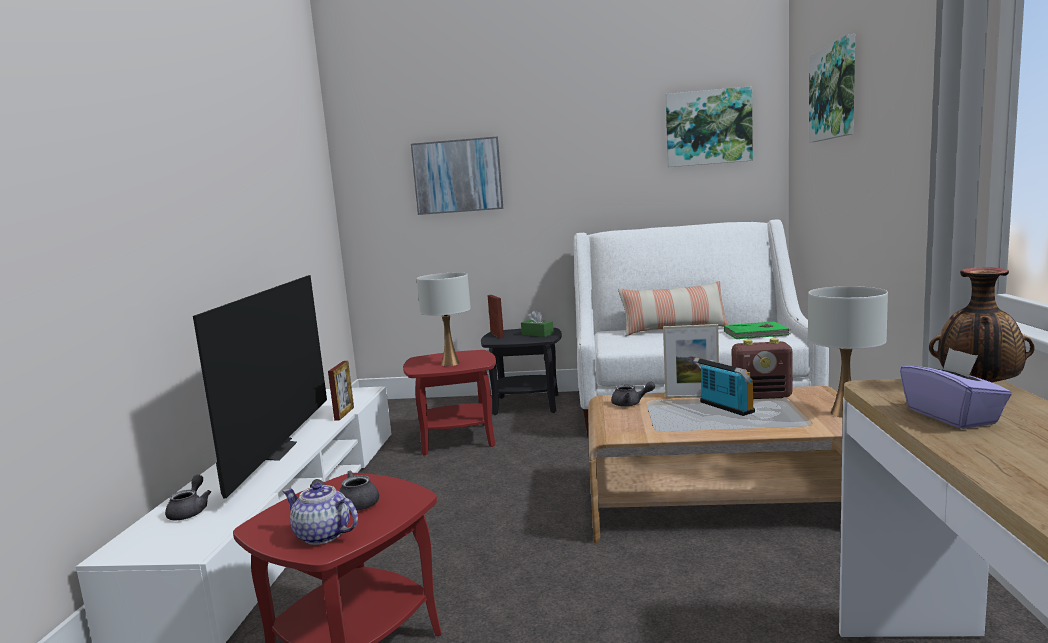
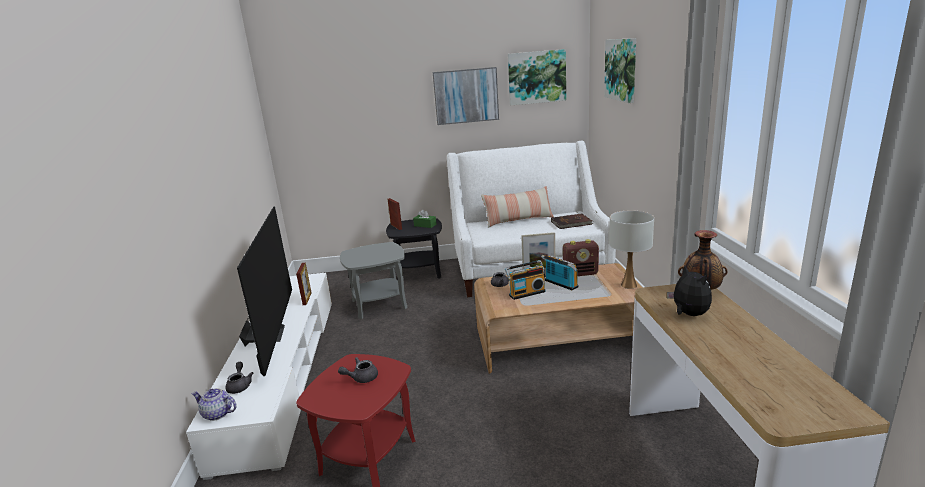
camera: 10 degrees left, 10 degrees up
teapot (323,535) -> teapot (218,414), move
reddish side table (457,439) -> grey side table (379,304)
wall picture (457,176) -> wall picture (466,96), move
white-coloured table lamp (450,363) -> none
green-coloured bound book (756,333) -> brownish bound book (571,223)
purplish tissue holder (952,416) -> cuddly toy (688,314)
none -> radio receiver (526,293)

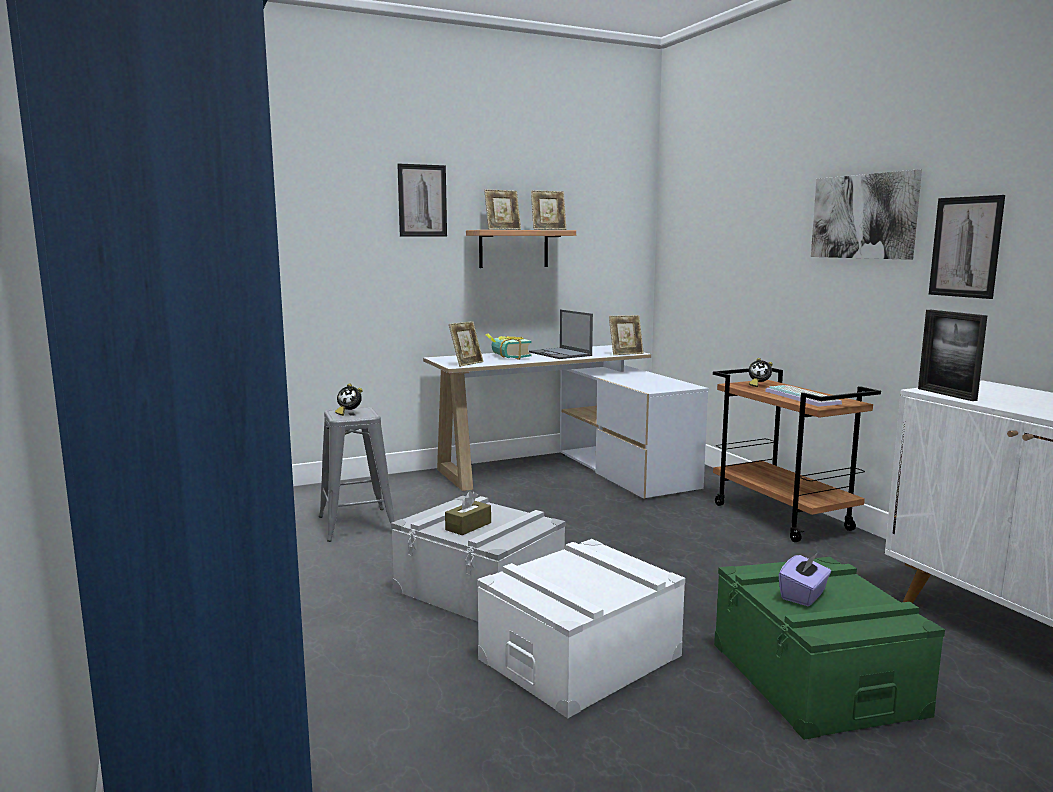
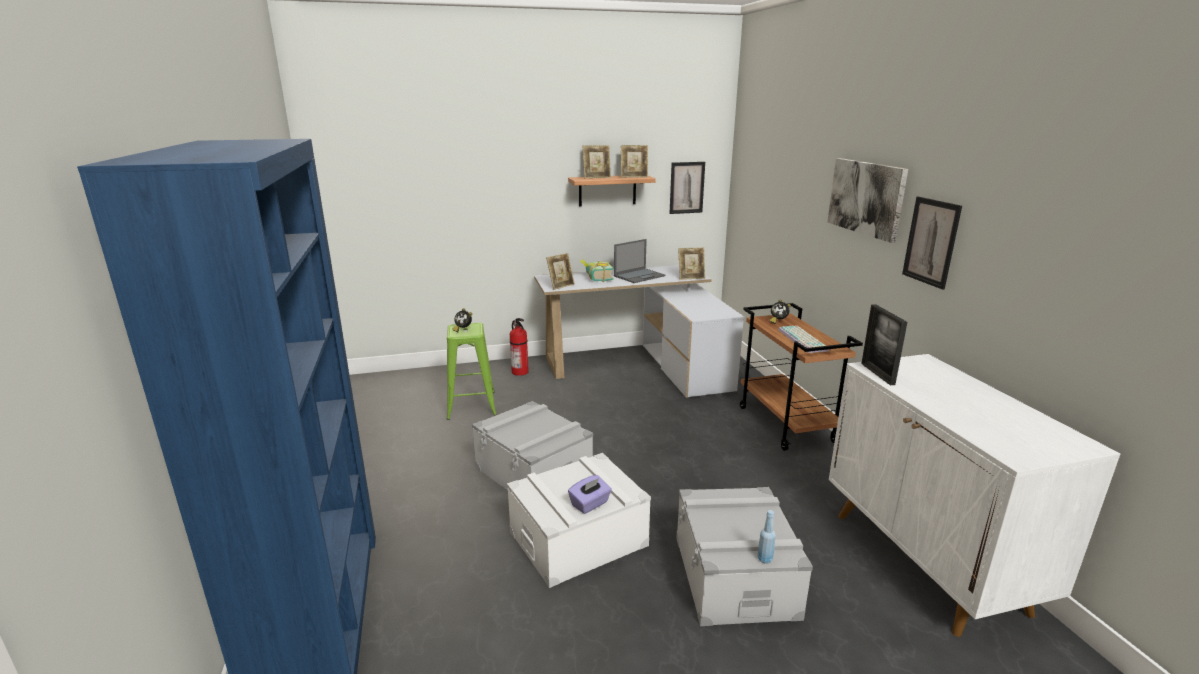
camera: 10 degrees right, 10 degrees up
grey sitting stool (357,524) -> green-coloured sitting stool (471,405)
wall picture (422,200) -> wall picture (686,187), move
brownish tissue holder (468,526) -> none
portable computer (561,354) -> portable computer (639,276), 105 degrees counterclockwise
green-coloured storage bin (815,678) -> grey storage bin (735,576)
purplish tissue holder (803,595) -> purplish tissue holder (590,504), move
none -> fire-fighting cylinder (520,372)
none -> blue-coloured drink bottle (765,559)

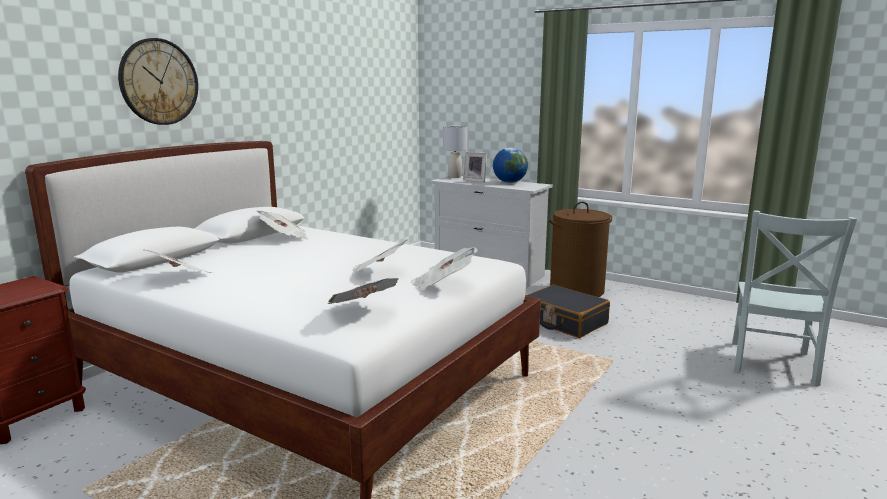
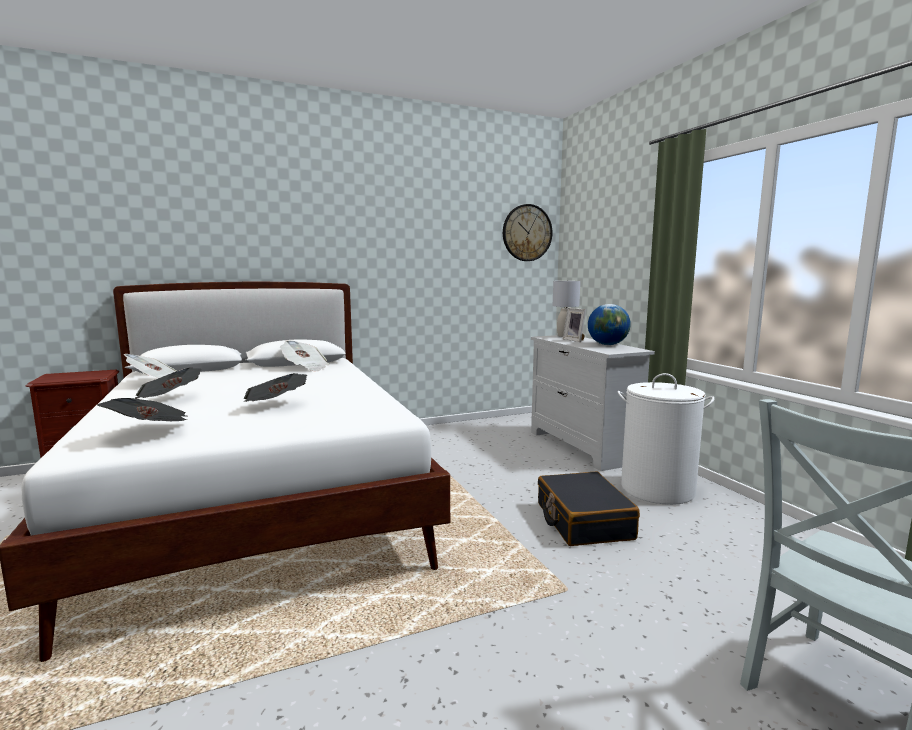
camera: 35 degrees right, 5 degrees down
hanging clock (159,82) -> hanging clock (527,233), move
daily paper (442,285) -> daily paper (170,400), move
brownish hamper (576,290) -> white-coloured hamper (657,489)

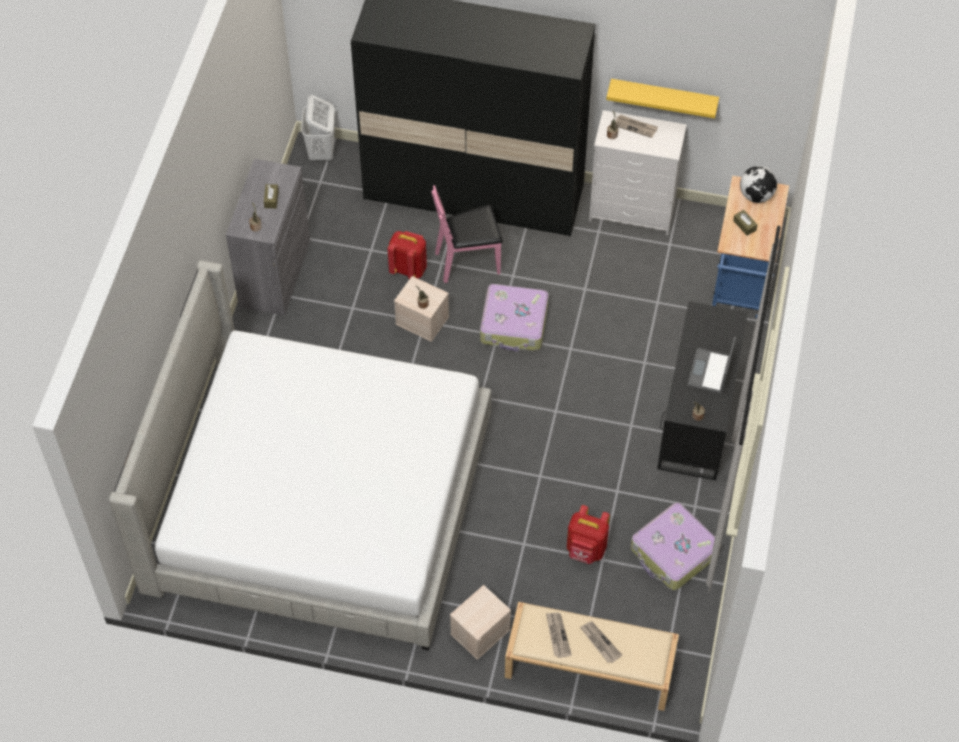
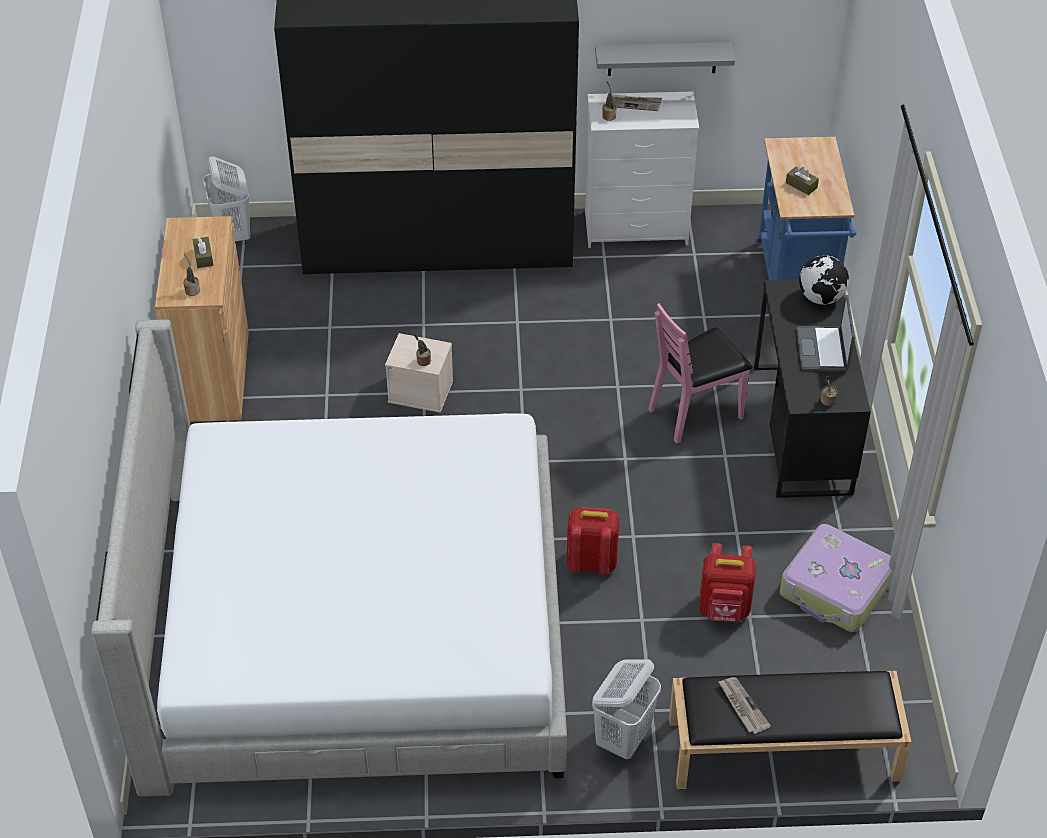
camera: 15 degrees left, 10 degrees down
grey storage cabinet (275,273) -> brownish storage cabinet (214,375)
reddish backpack (408,269) -> reddish backpack (591,562), move
pink-coloured plain chair (468,262) -> pink-coloured plain chair (695,412), move
beige storage bin (480,631) -> white-coloured hamper (623,738)
travel case (514,324) -> none
beige long seat (588,667) -> black-coloured long seat (781,750)
daily paper (600,642) -> none
yellow-coloured shelf (663,97) -> grey shelf (662,58)
desk globe (756,196) -> desk globe (821,298), move

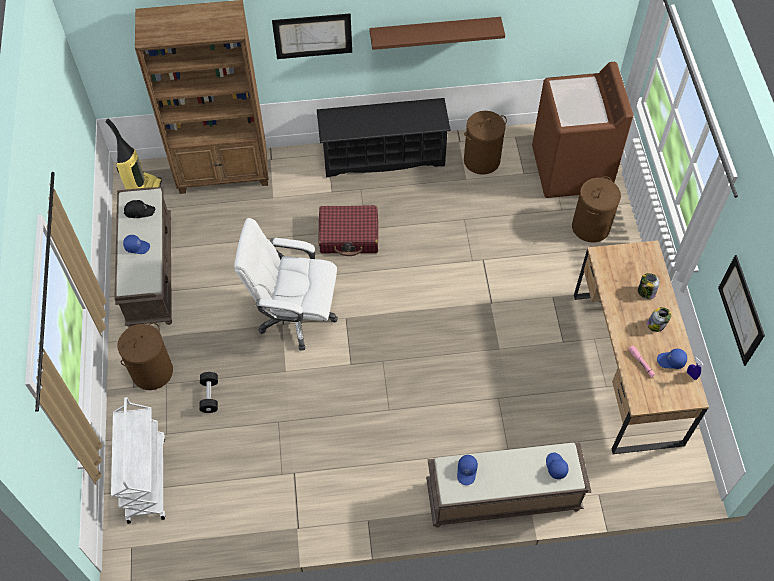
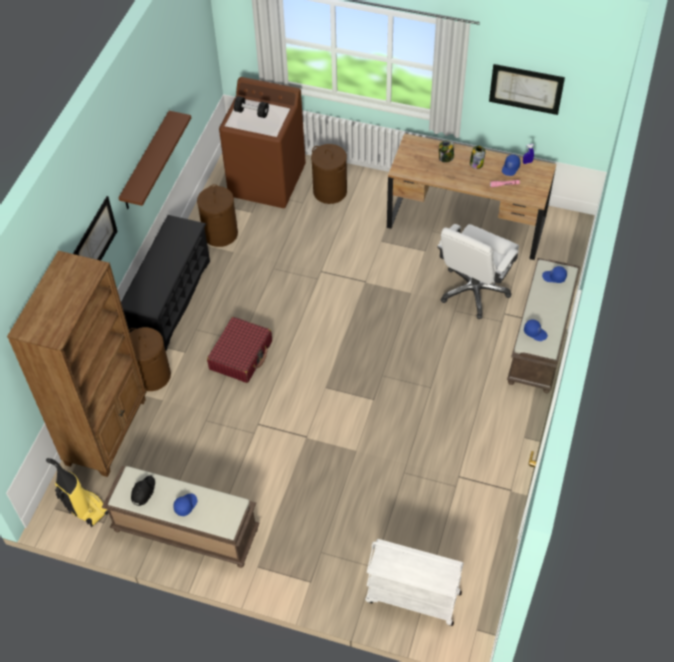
camera: 65 degrees left, 5 degrees down
brownish hamper (152,371) -> brownish hamper (151,375), move
black-coloured free weight (210,396) -> black-coloured free weight (251,112), move
white-coloured office chair (295,316) -> white-coloured office chair (474,291), move

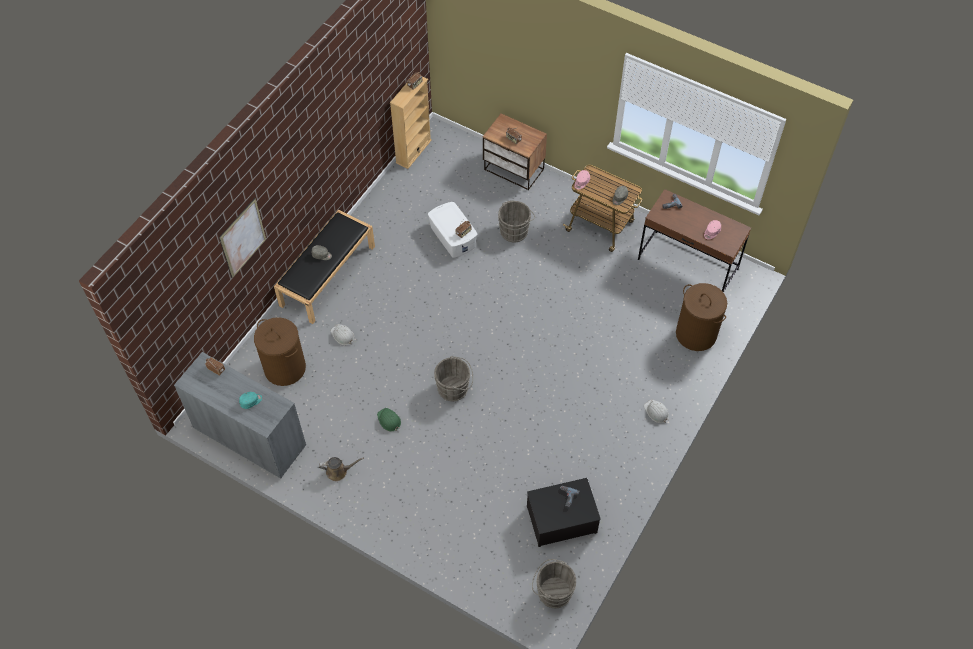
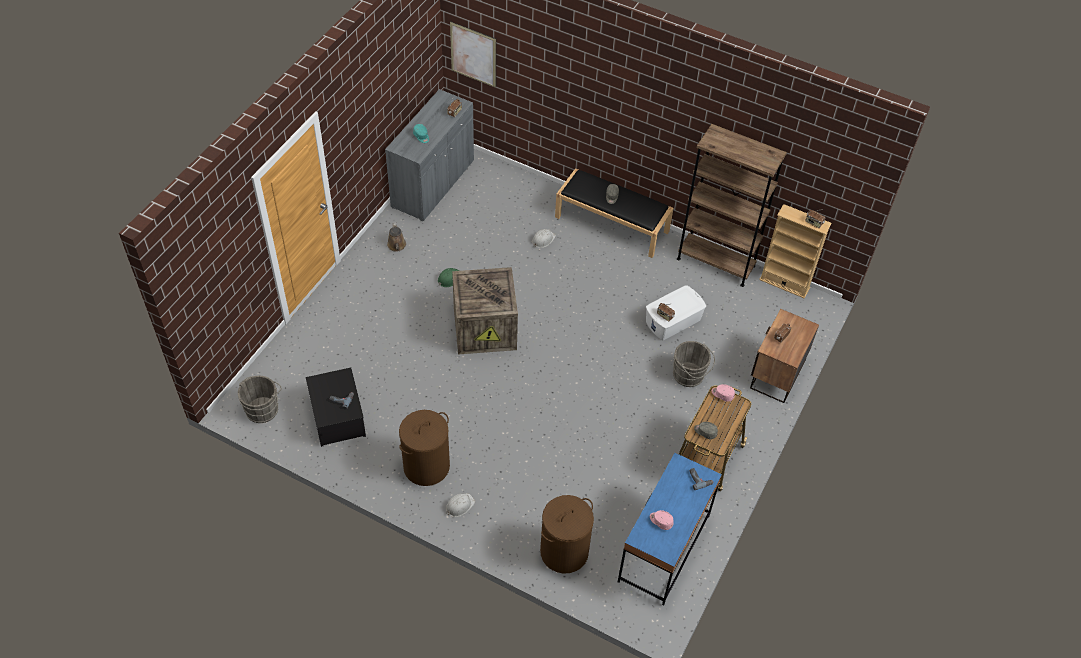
camera: 85 degrees right, 5 degrees down
wall picture (243,238) -> wall picture (473,54), move
brownish hamper (285,368) -> brownish hamper (426,466), move
grey water bucket (455,388) -> shipping crate (485,328)
brownish desk (688,264) -> blue-coloured desk (664,548)
none -> brownish shelving unit (715,262)

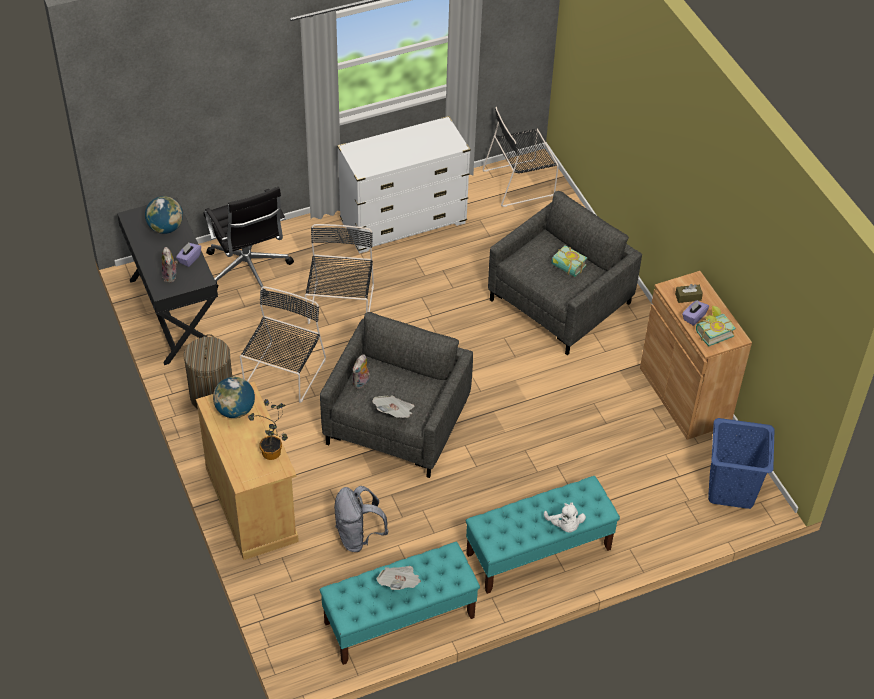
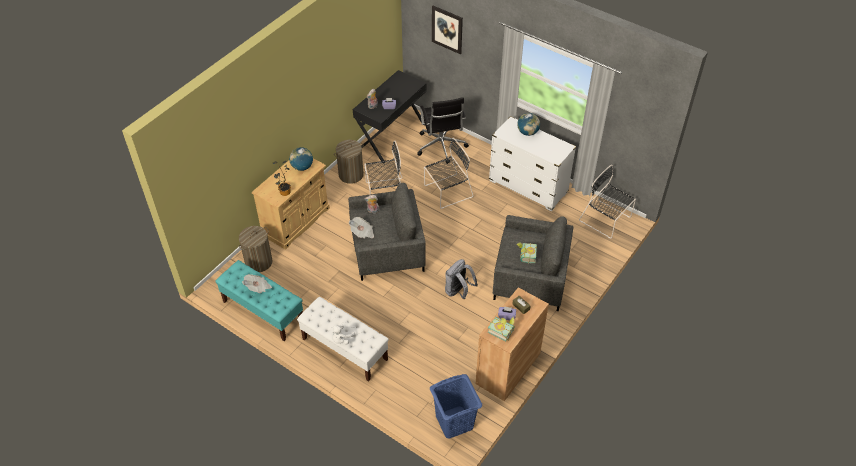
camera: 60 degrees right, 0 degrees up
desk globe (165,228) -> desk globe (527,132), move
black-coloured office chair (248,270) -> black-coloured office chair (441,147), 45 degrees counterclockwise
grey backpack (358,536) -> grey backpack (458,291), move
blue-green long seat (538,552) -> white-coloured long seat (344,349)
none -> hamper (258,262)
none -> wall picture (447,29)

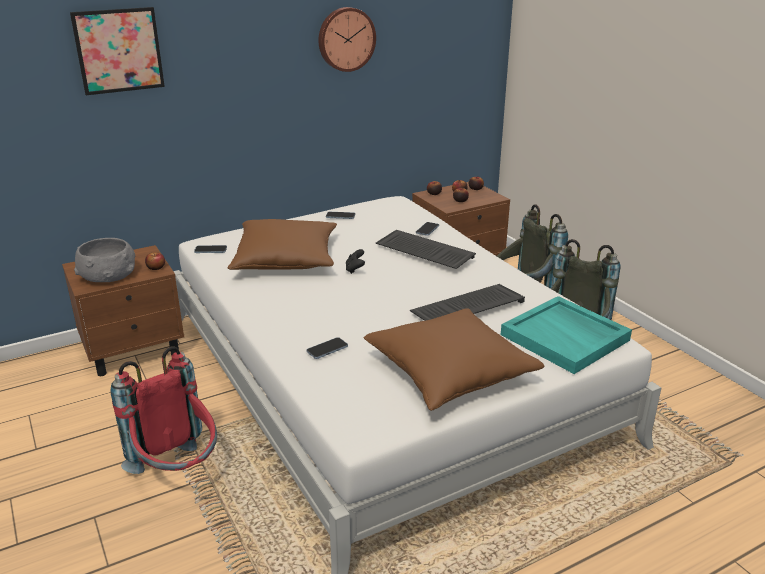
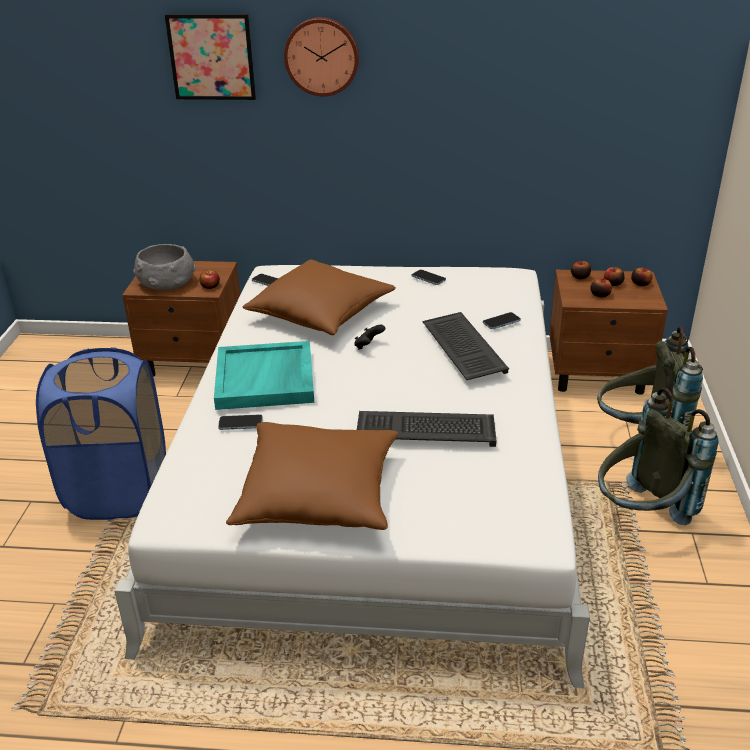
camera: 35 degrees right, 5 degrees up
reddish backpack (178,473) -> blue-coloured hamper (119,492)
hanging clock (346,39) -> hanging clock (322,56), move
blue-green carrying tray (566,337) -> blue-green carrying tray (266,379), move

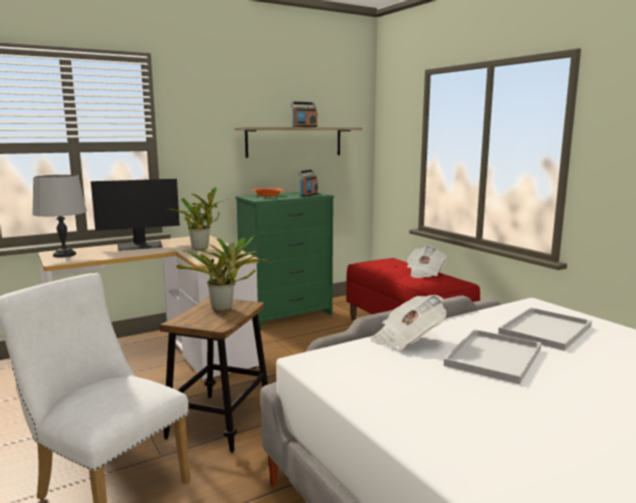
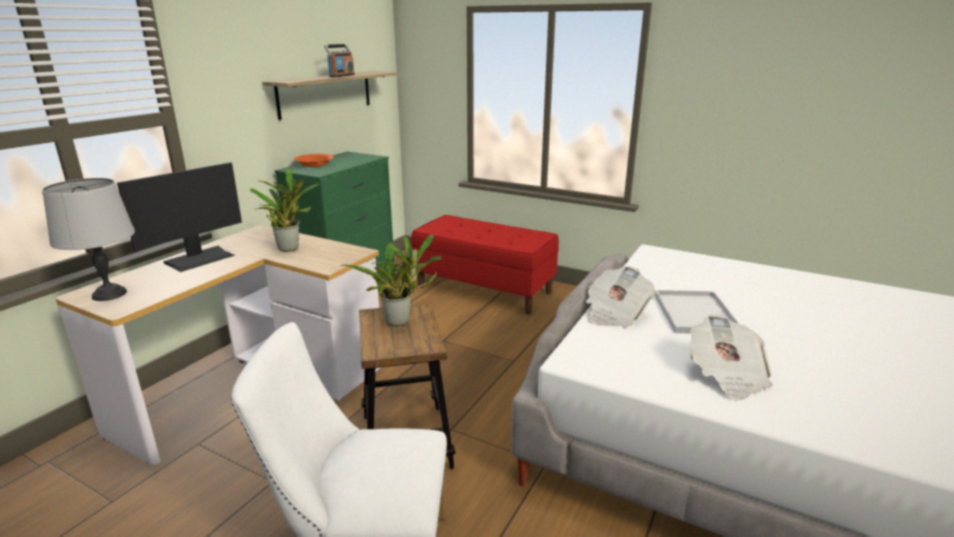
camera: 30 degrees left, 10 degrees up
radio receiver (308,195) -> none
daily paper (424,273) -> daily paper (726,376), move
white-coloured carrying tray (545,330) -> none

